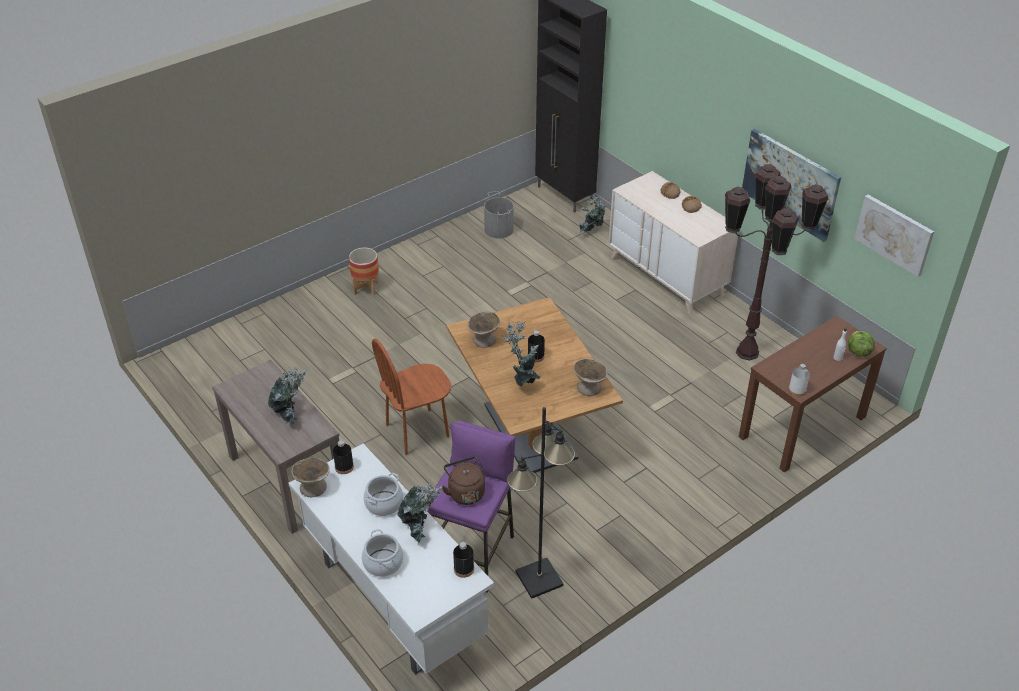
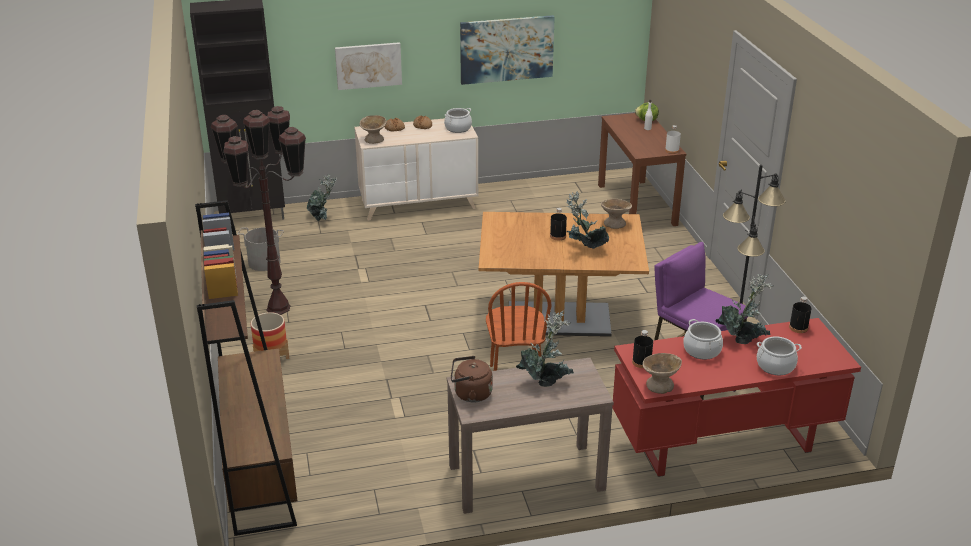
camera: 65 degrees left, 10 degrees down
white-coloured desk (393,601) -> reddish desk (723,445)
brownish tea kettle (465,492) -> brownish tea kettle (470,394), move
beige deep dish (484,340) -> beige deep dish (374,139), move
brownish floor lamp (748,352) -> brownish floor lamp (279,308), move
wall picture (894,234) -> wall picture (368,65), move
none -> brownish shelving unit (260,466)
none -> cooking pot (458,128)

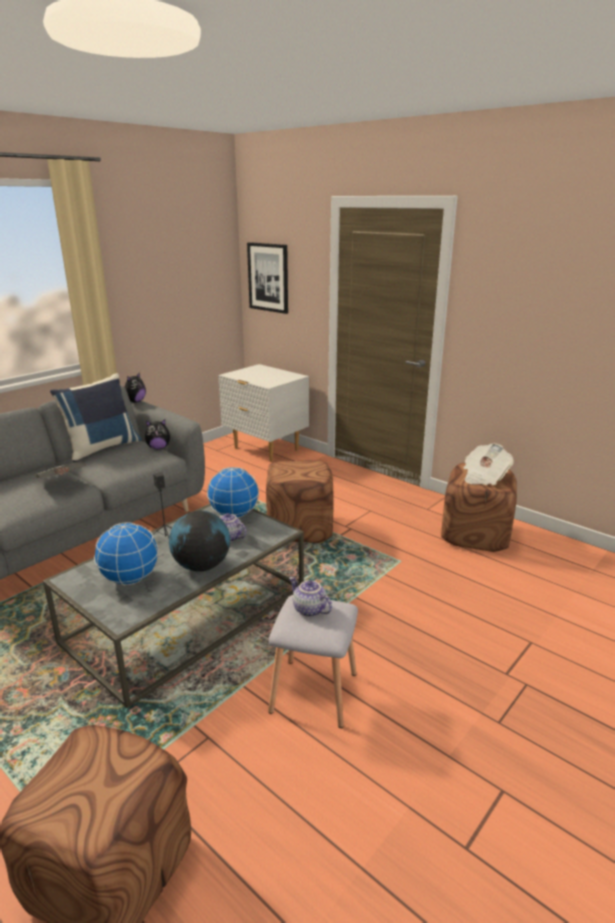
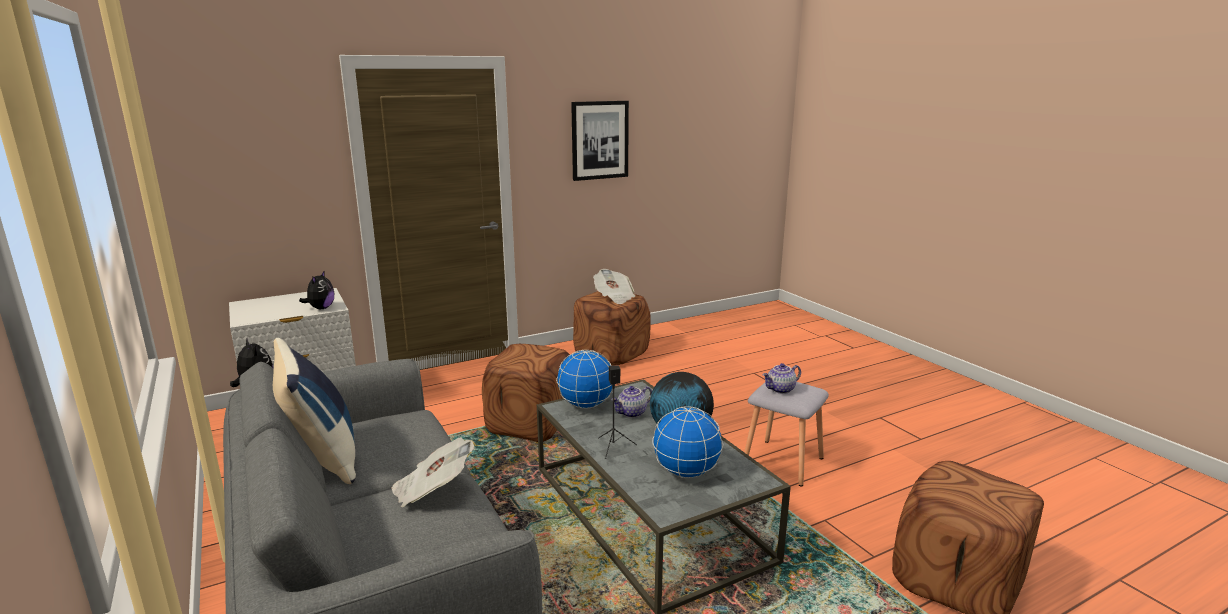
camera: 70 degrees left, 5 degrees down
cuddly toy (159,448) -> cuddly toy (321,308), move
wall picture (268,277) -> wall picture (599,140), move

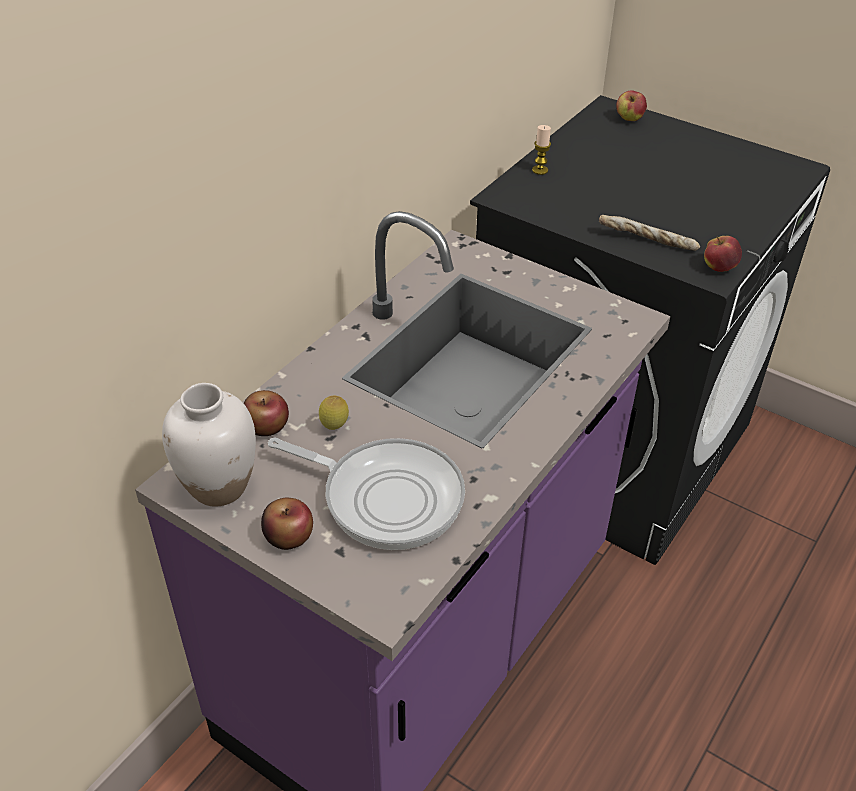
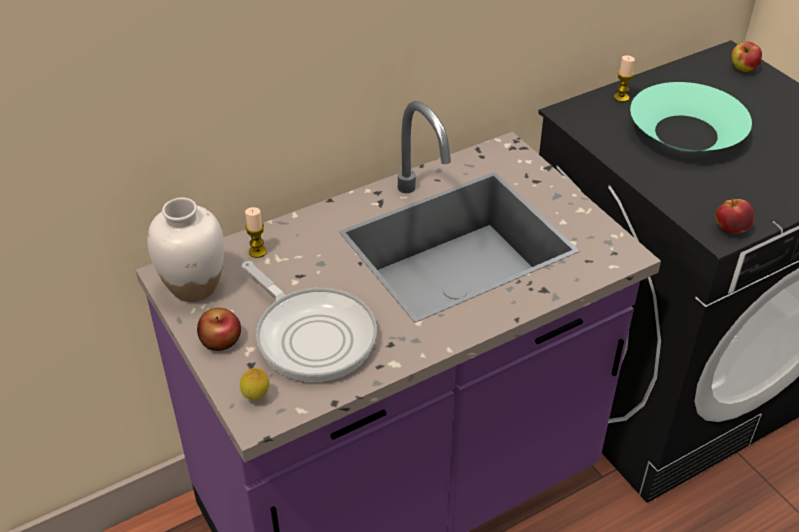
camera: 25 degrees right, 0 degrees up
apple fruit (267,426) -> wax candle (257,251)
citrus fruit (334,427) -> citrus fruit (256,398), move
bread (647,242) -> none
none -> blue-green deep dish (686,133)

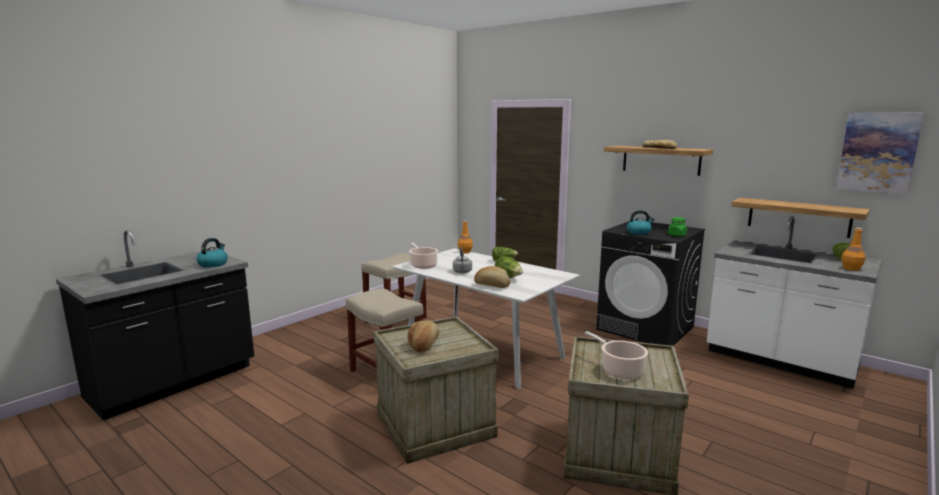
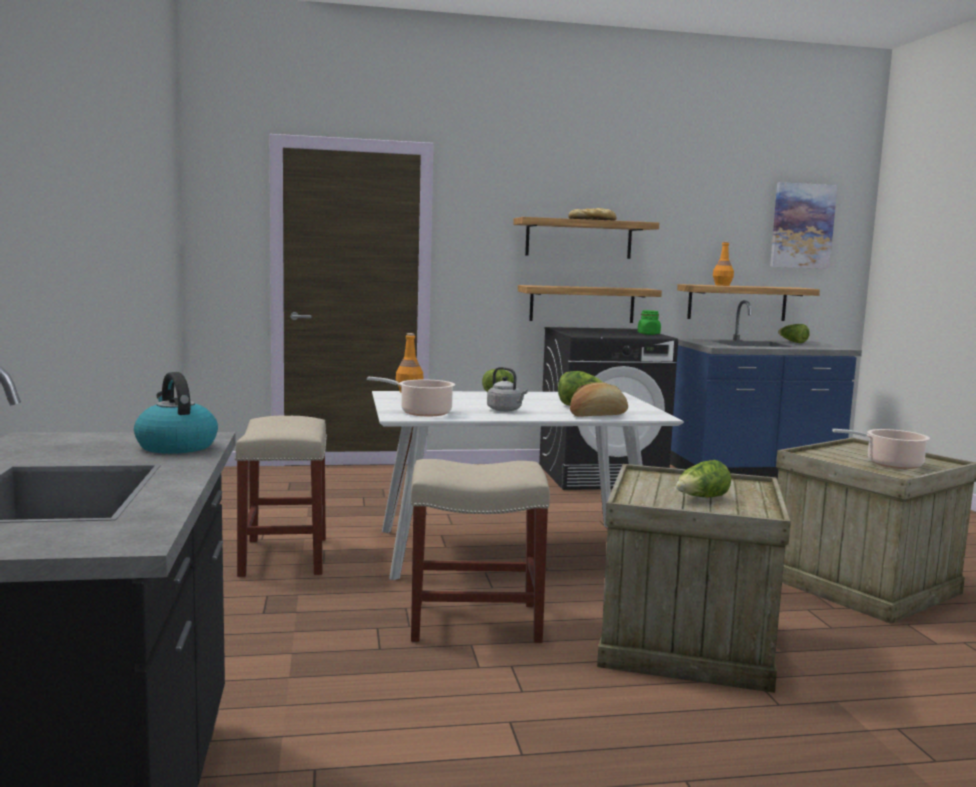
camera: 50 degrees left, 5 degrees down
bread (424,345) -> lettuce (701,498)
tea kettle (639,232) -> none
white-coloured kitchen counter (780,360) -> blue-coloured kitchen counter (754,472)
orange drink bottle (851,268) -> orange drink bottle (722,285), move
none -> shelf (582,304)

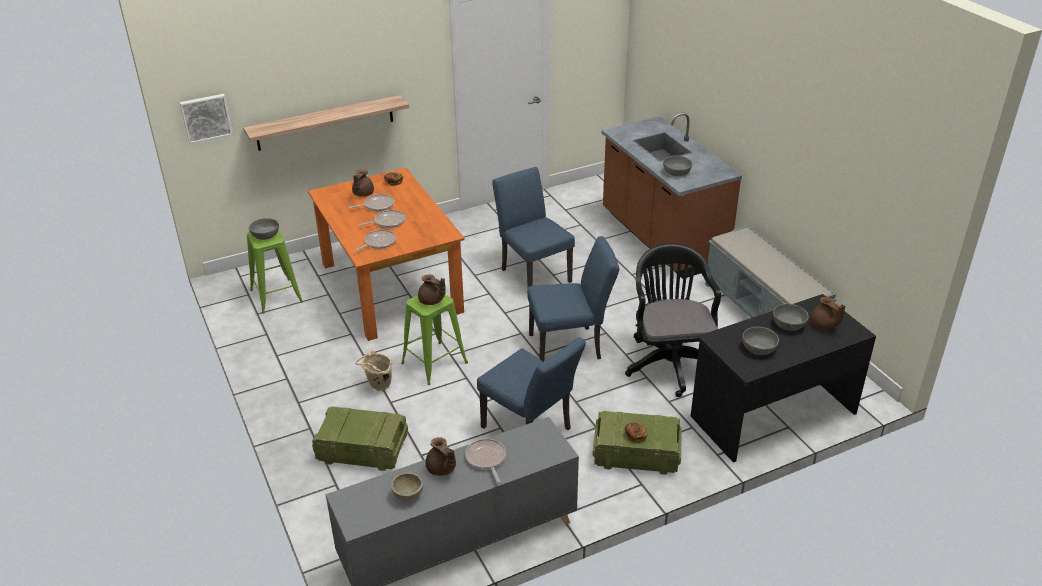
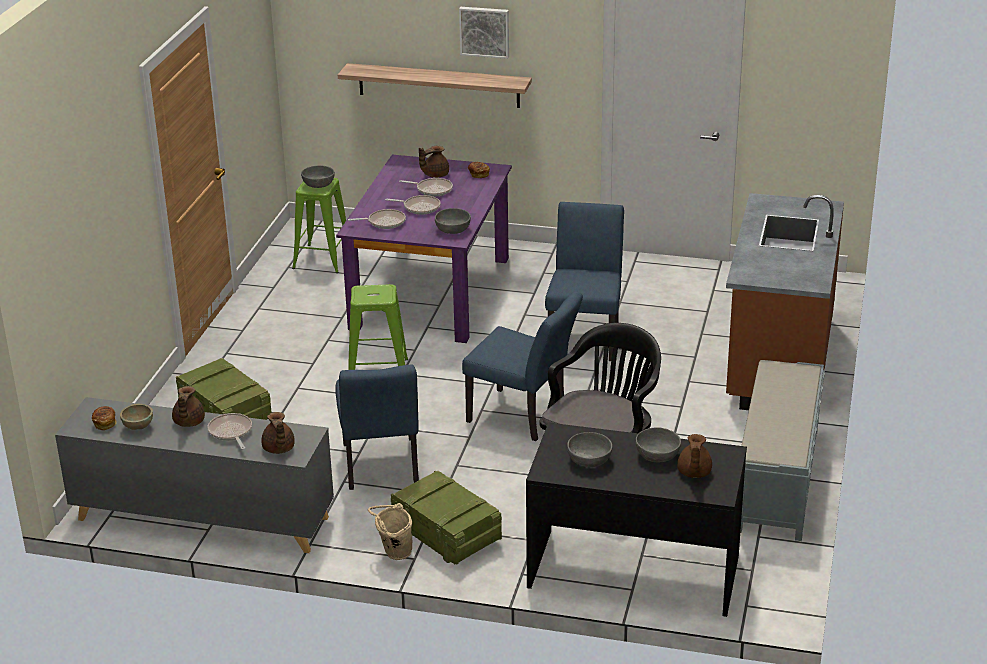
camera: 40 degrees right, 5 degrees down
wall picture (206,117) -> wall picture (484,31), move
orange dining table (389,287) -> purplish dining table (430,292)
beige water bucket (378,387) -> beige water bucket (393,553), move
brownish teapot (431,301) -> brownish teapot (278,449), move
pan (486,459) -> pan (231,432), 45 degrees counterclockwise
bread (635,436) -> bread (105,423), move
grey deep dish (677,172) -> grey deep dish (453,229), move

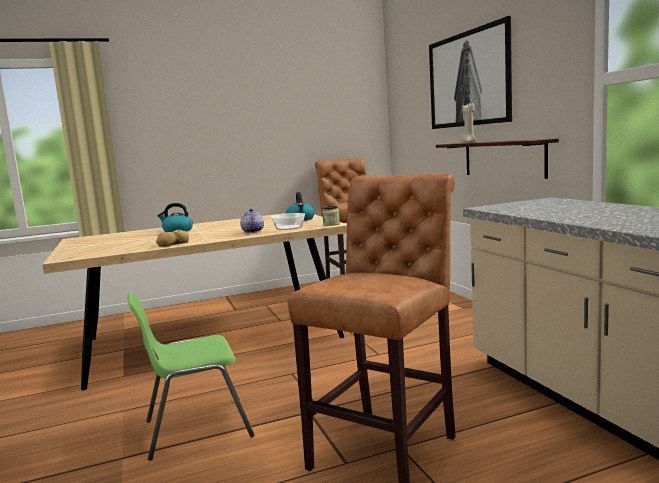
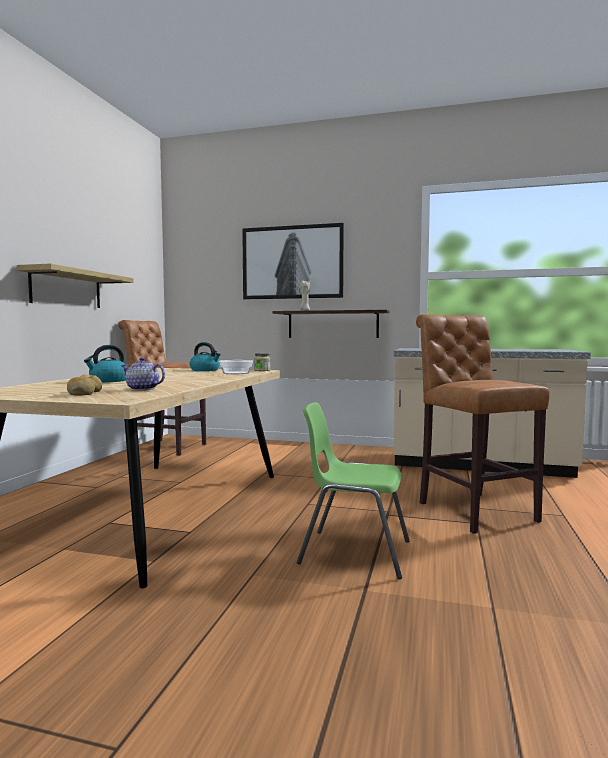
camera: 55 degrees left, 5 degrees down
green-coloured plain chair (196,428) -> green-coloured plain chair (353,552), 90 degrees clockwise
bread (172,244) -> bread (84,393), move
teapot (252,231) -> teapot (142,389), move
none -> shelf (66,289)

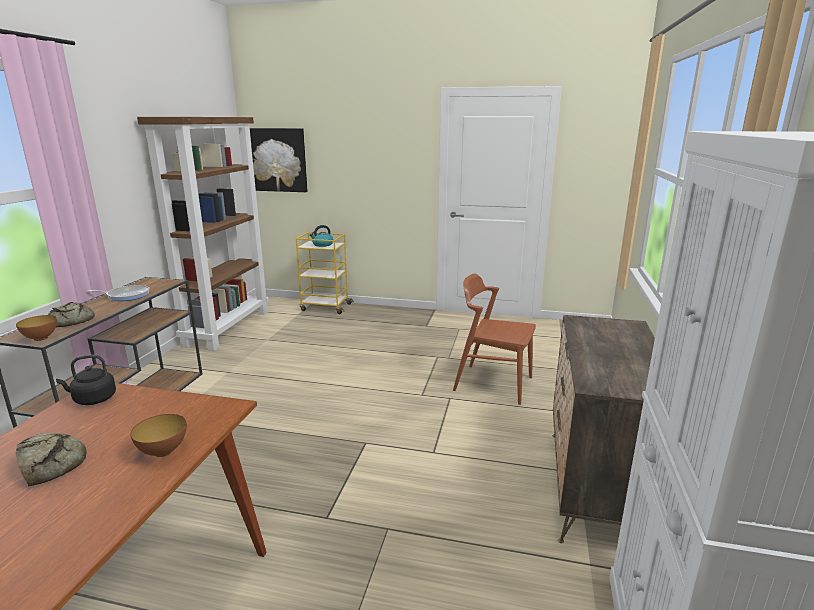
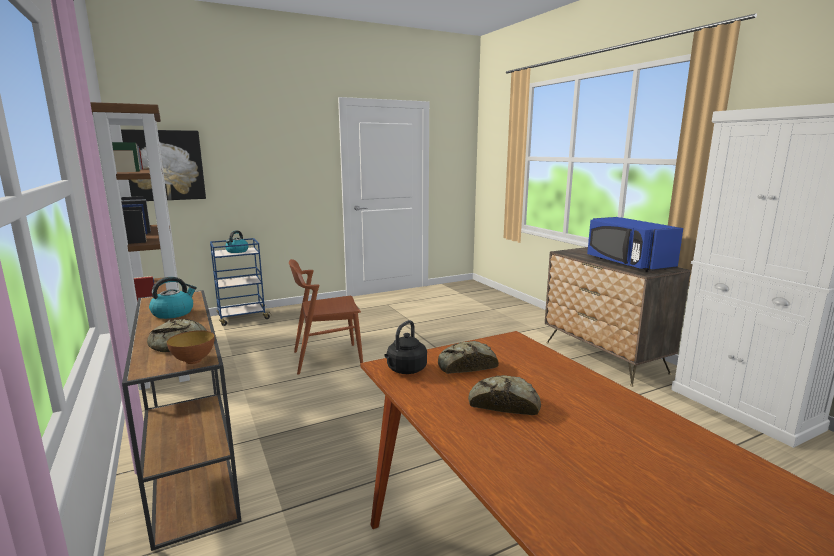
camera: 40 degrees left, 5 degrees down
pan (126,295) -> tea kettle (173,313)
deep dish (163,451) -> none
yellow-coloured cart (325,307) -> blue-coloured cart (242,317)
brownish plain chair (493,383) -> brownish plain chair (327,358), move
none -> bread (465,365)
none -> blue-coloured microwave oven (627,263)

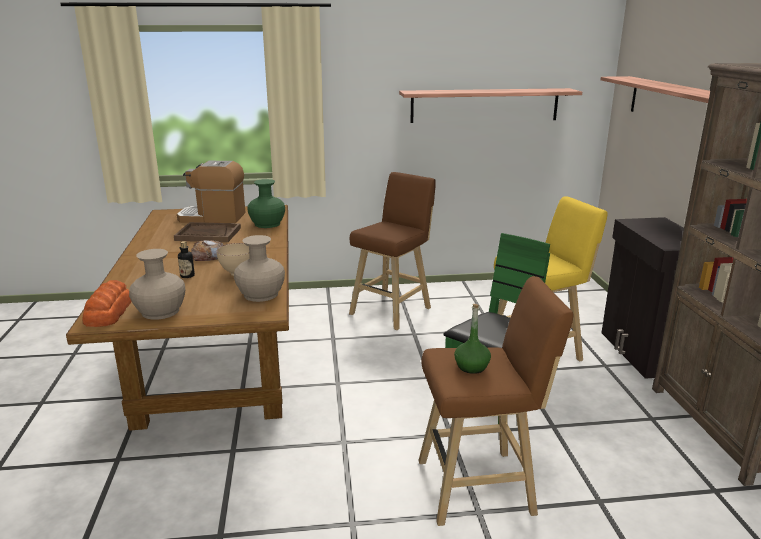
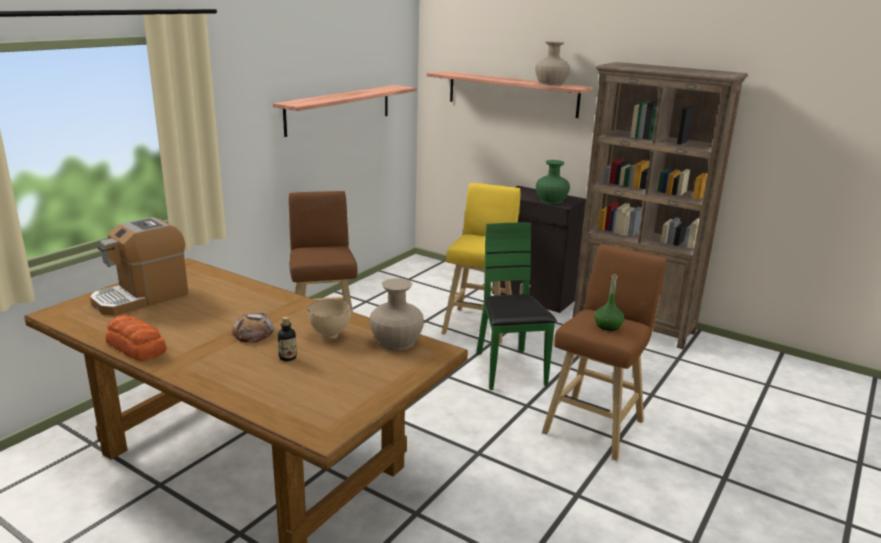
camera: 50 degrees left, 0 degrees up
bread (108,312) -> bread (136,347), move
beige vase (160,311) -> beige vase (551,84), move
brownish carrying tray (208,234) -> none
green-coloured vase (267,224) -> green-coloured vase (551,200), move

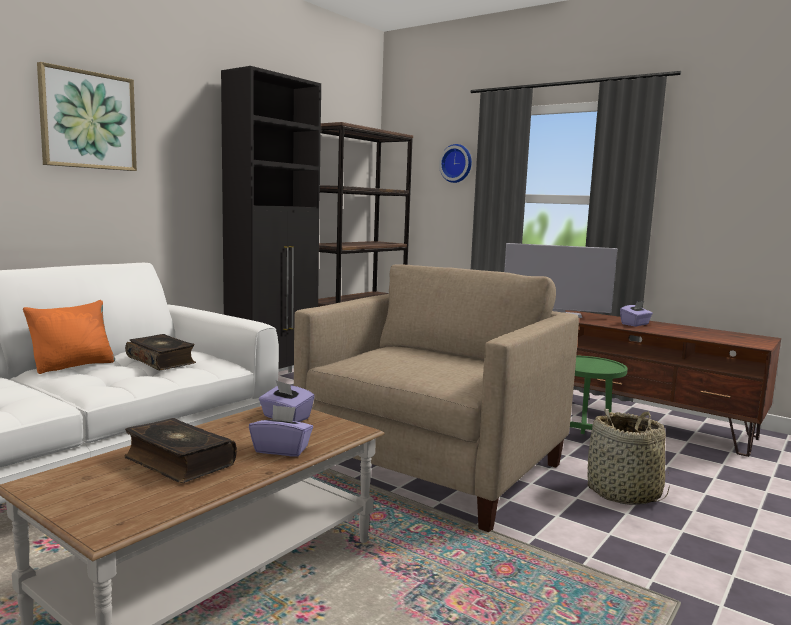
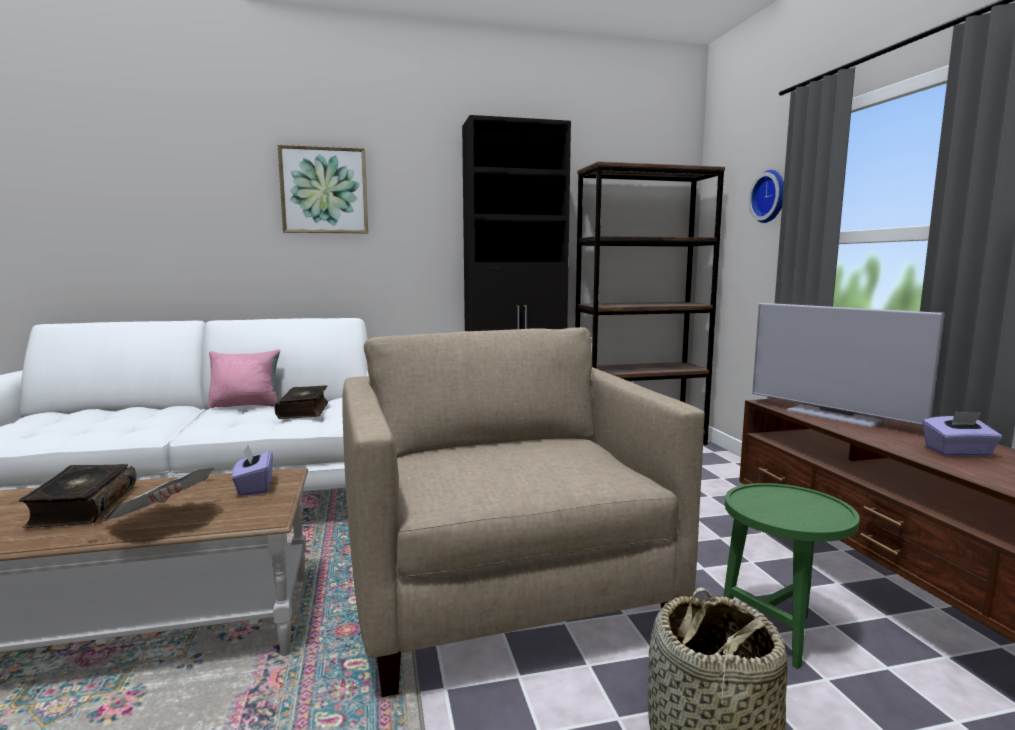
camera: 40 degrees right, 0 degrees up
orange throw pillow (74,366) -> pink-coloured throw pillow (246,405)
purplish tissue holder (281,450) -> daily paper (162,520)
beige easy chair (433,467) -> beige easy chair (504,594), 90 degrees counterclockwise

